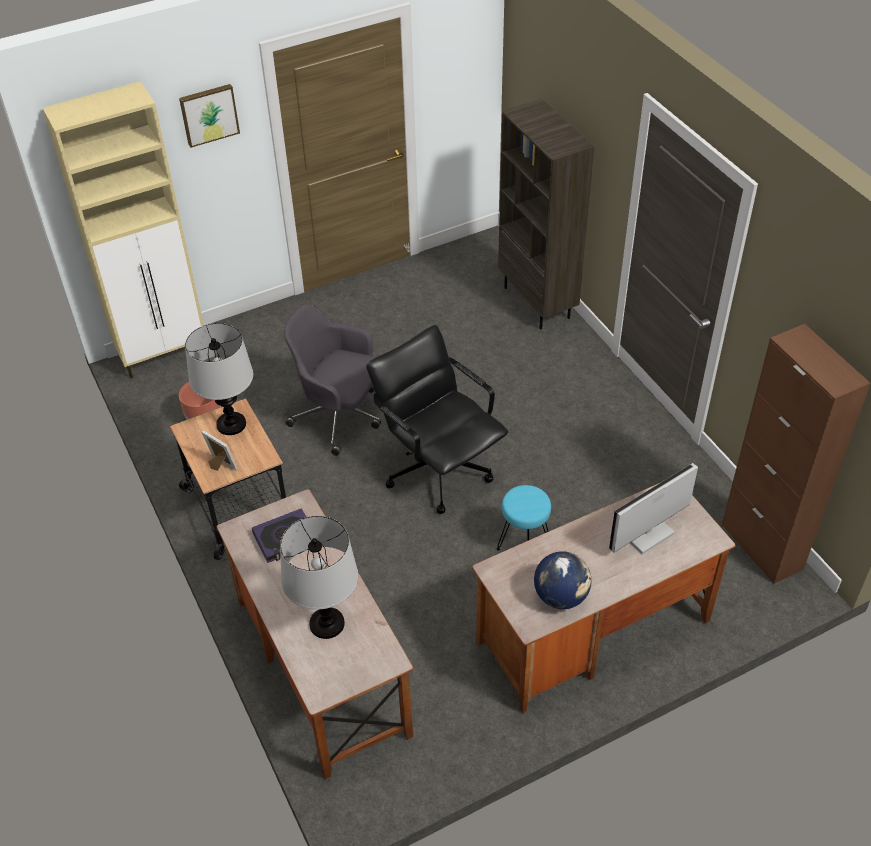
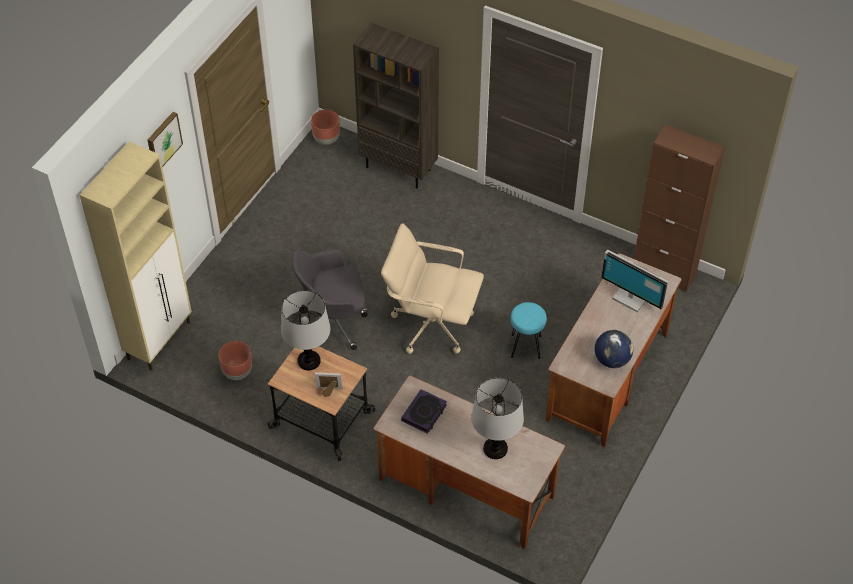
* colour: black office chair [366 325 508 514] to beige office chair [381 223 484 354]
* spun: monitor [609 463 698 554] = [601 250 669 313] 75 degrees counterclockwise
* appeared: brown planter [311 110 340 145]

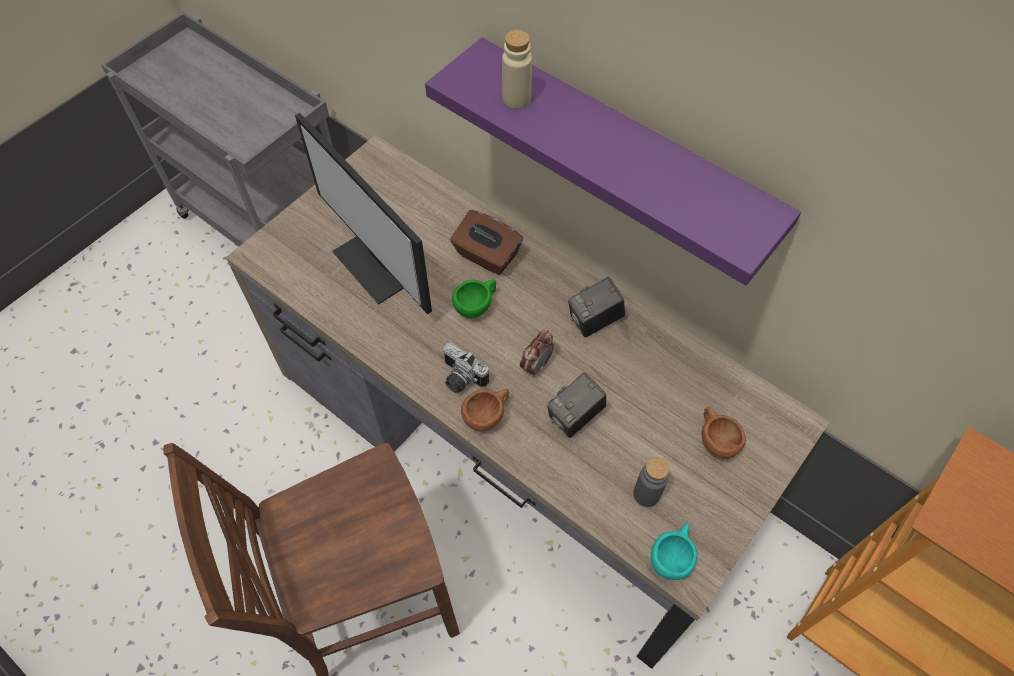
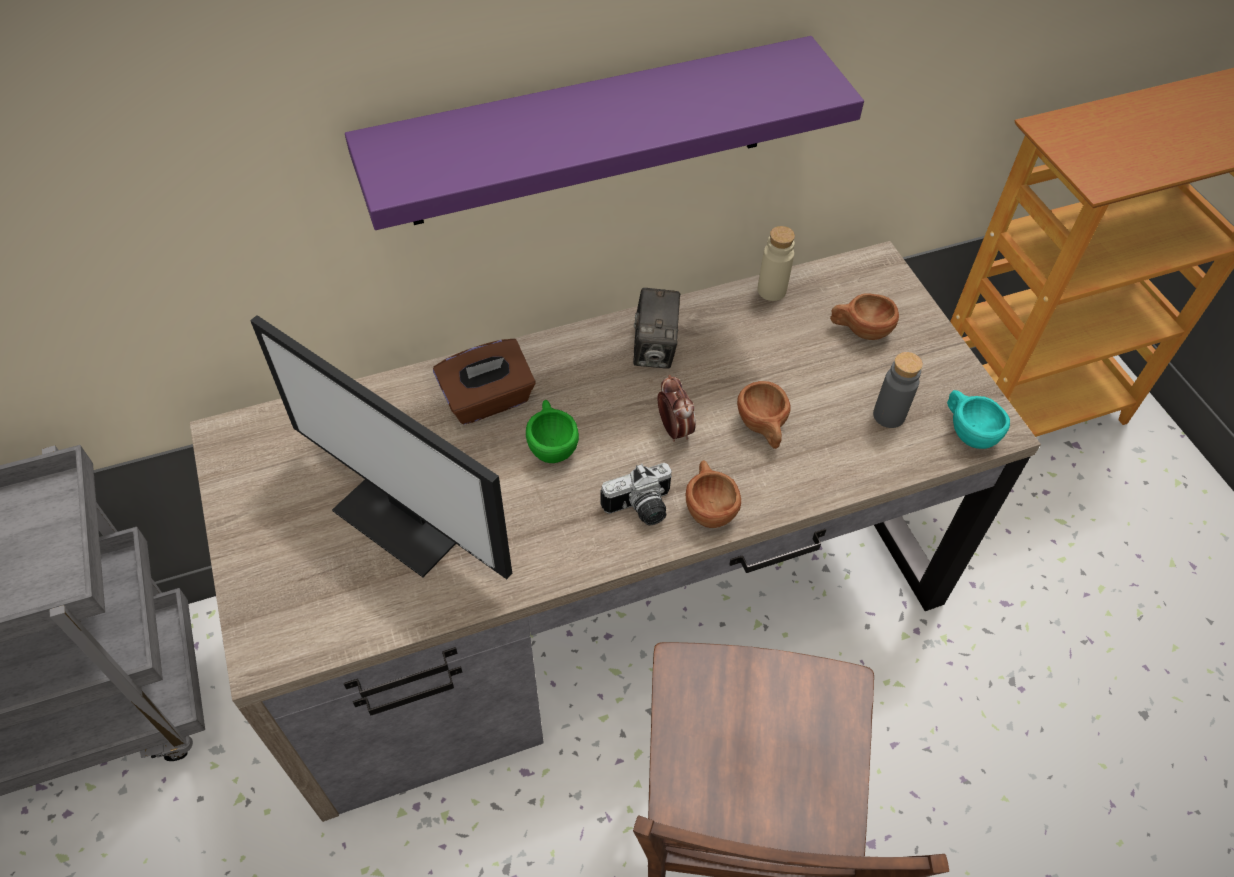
* spun: monitor [295 113 432 314] = [250 315 512 579] 45 degrees clockwise
* relocated: beige bottle [502 30 532 109] to [757 226 795 301]
* exchanged: photo camera [547 372 606 438] to brown cup [737 381 791 449]

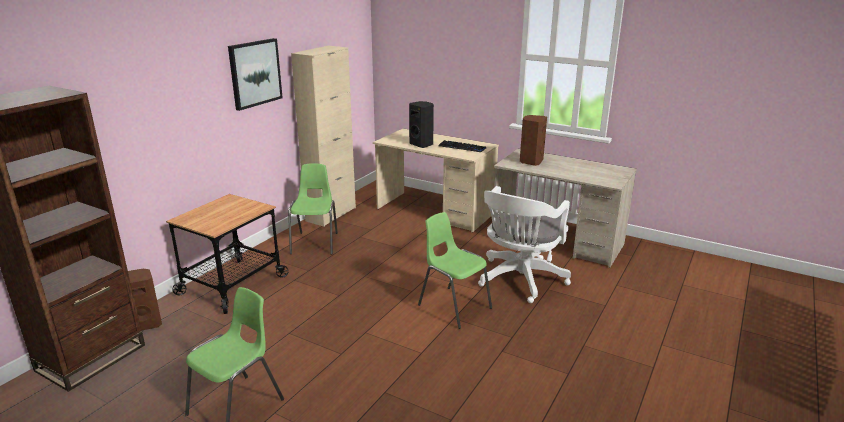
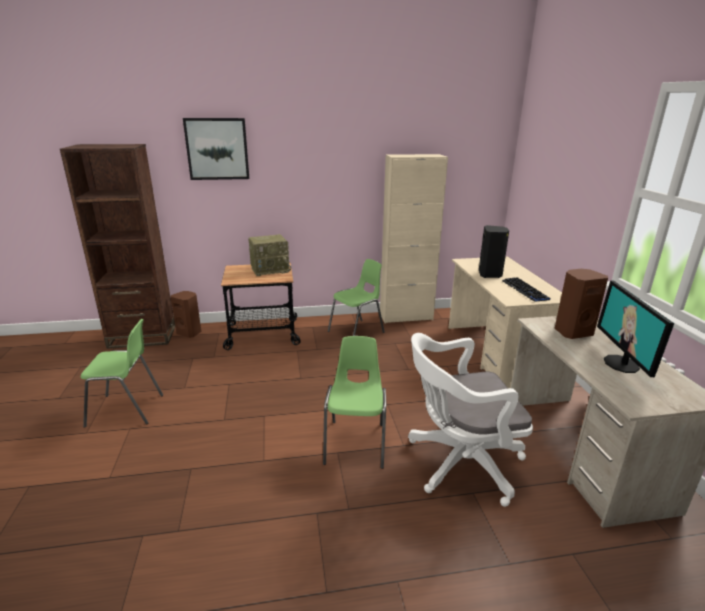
* relocated: picture [228 38 283 111] to [183 118 249 180]
* appeared: radio [248 234 291 276]
* appeared: monitor [597 280 674 377]

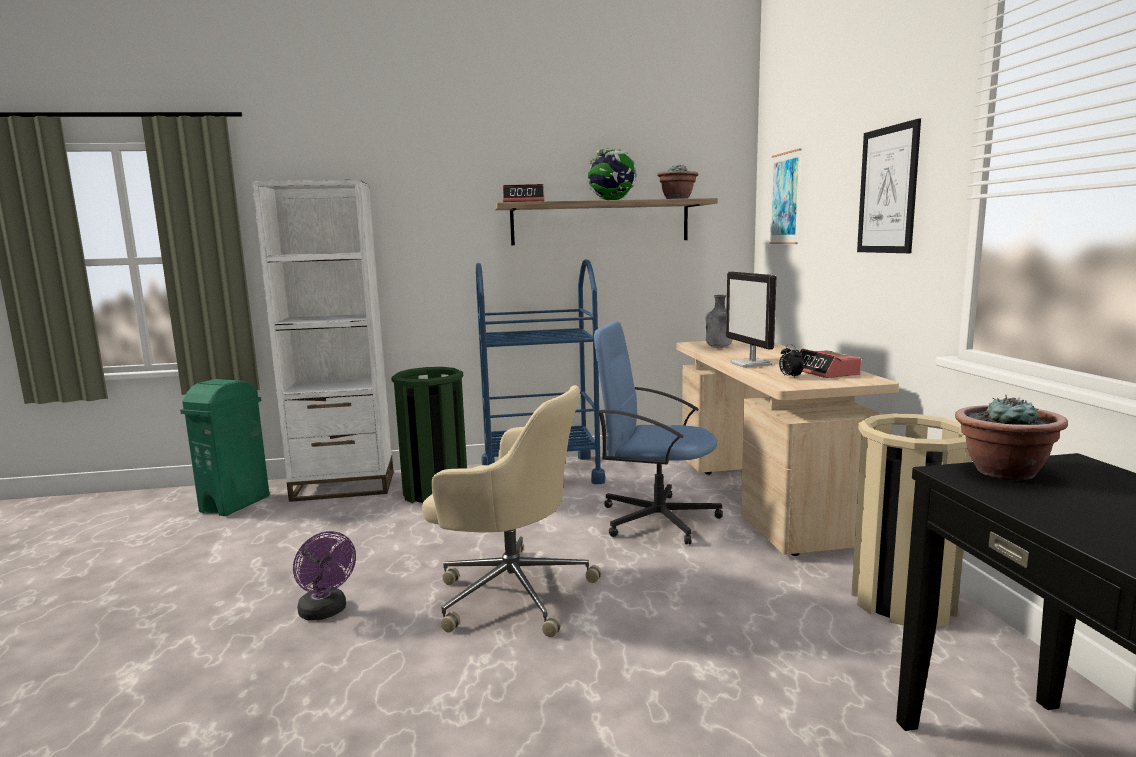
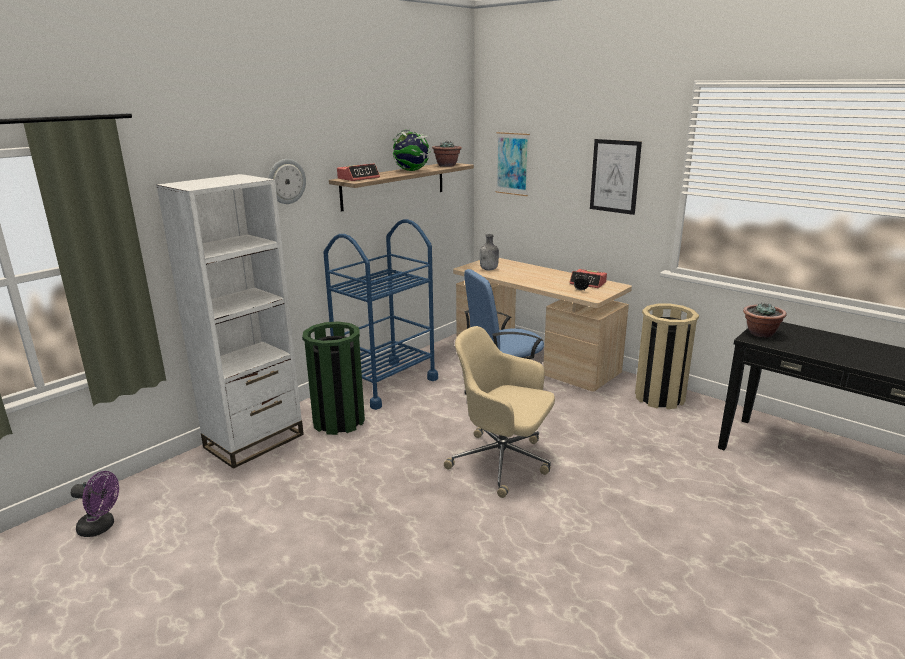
* missing: green trash can [180 379 269 516]
* relocated: purple fan [293 531 356 620] to [71 471 119 537]
* spun: beige office chair [422 385 601 637] = [444 326 555 498] 135 degrees counterclockwise
* missing: monitor [726 272 776 367]
* appeared: wall clock [268 159 306 204]

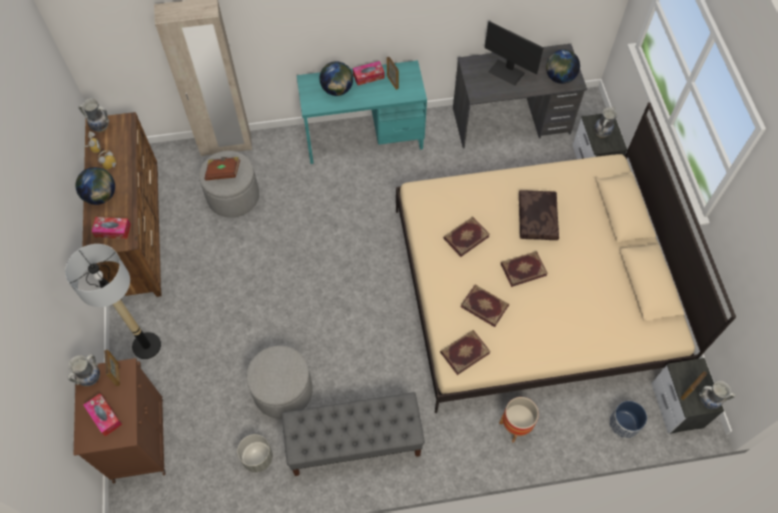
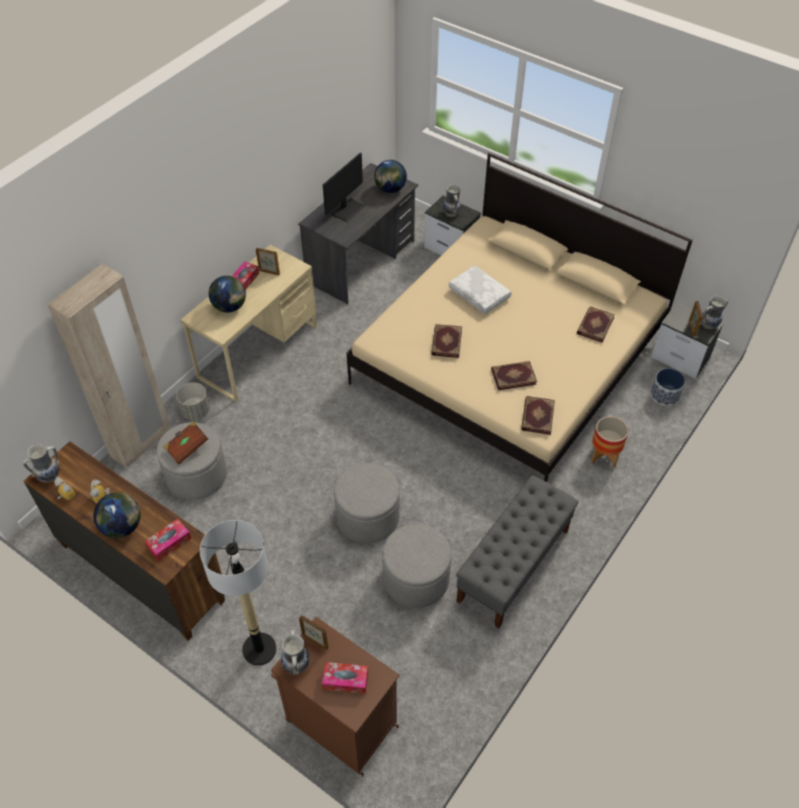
* relocated: grey planter [237 434 273 472] to [176 382 210 420]
* colour: turquoise desk [297 60 427 164] to beige desk [180 245 317 402]
* spun: monitor [485 21 543 86] = [323 153 366 222] 45 degrees counterclockwise
* relocated: book [501 251 548 287] to [577 307 615 342]
* colour: brown pillow [519 190 559 240] to white pillow [449 266 511 314]
* appeared: grey ottoman [334 463 400 543]

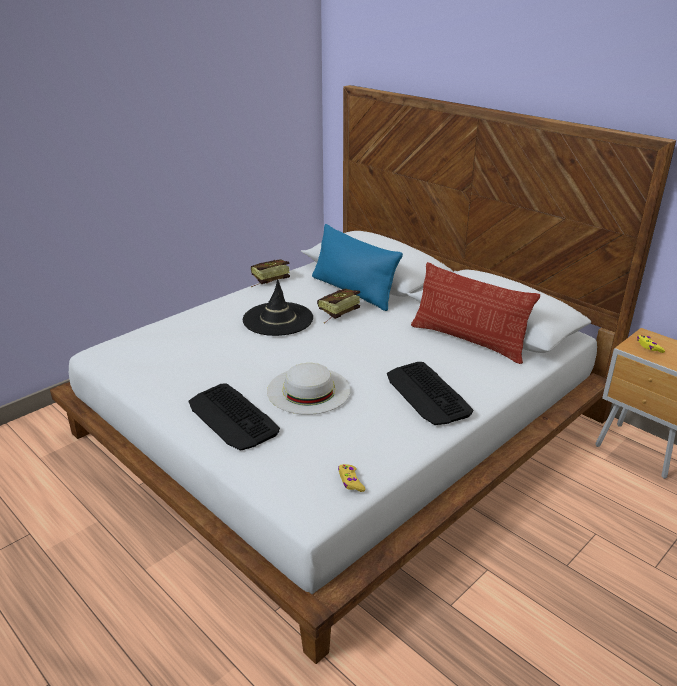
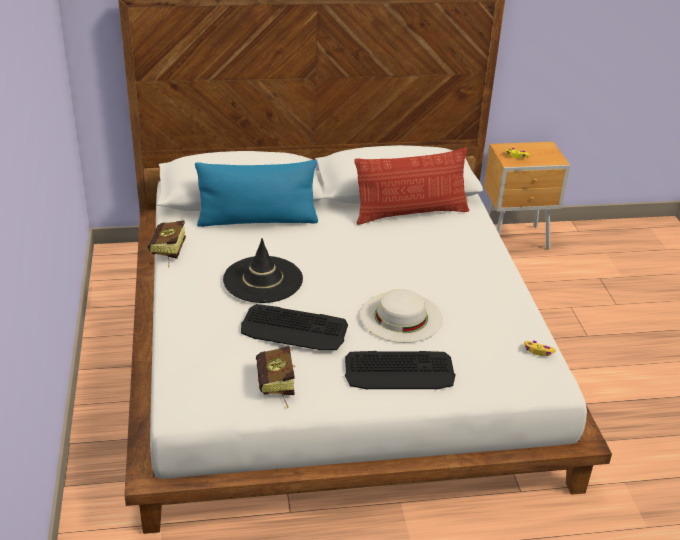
* relocated: book [317 289 360 324] to [256 346 295 408]
* relocated: keyboard [387 362 473 425] to [241 304 348 350]

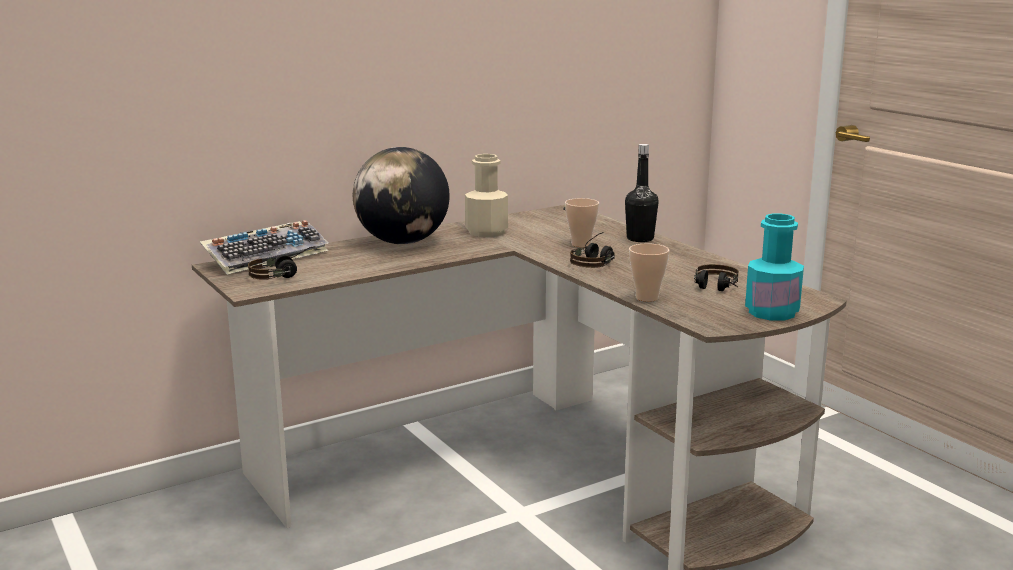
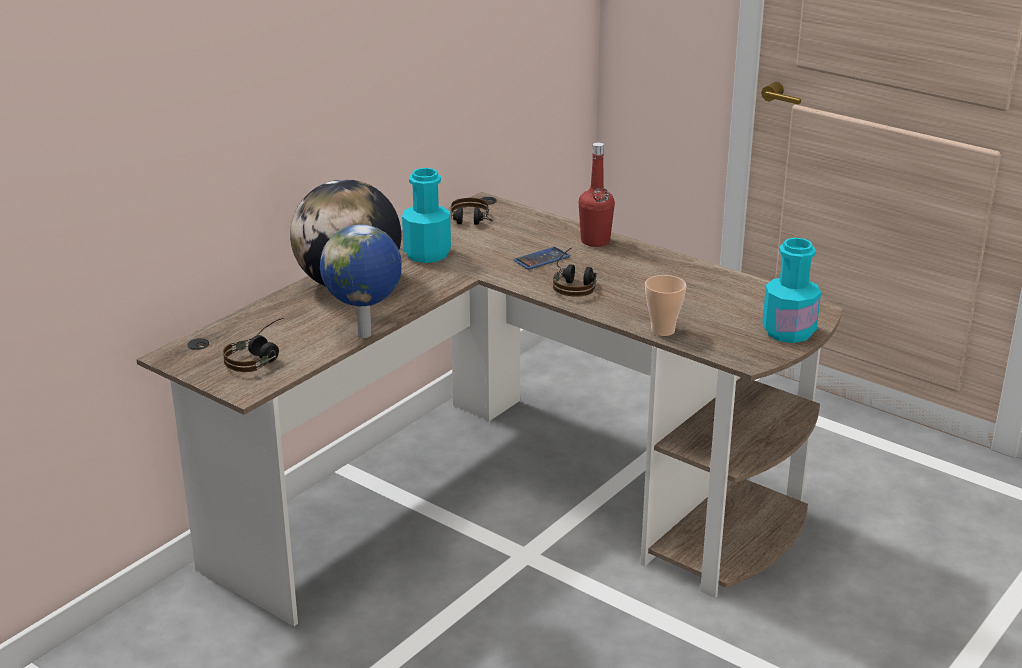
* missing: keyboard [200 220 329 275]
* colour: beige bottle [465 154 508 237] to turquoise bottle [402 168 451 263]
* exchanged: cup [565 198 599 247] to phone [514 247 570 270]
* colour: black bottle [625 144 659 242] to red bottle [579 143 615 247]
* relocated: headphones [694 264 739 291] to [451 198 492 225]
* appeared: globe [320 224 402 338]

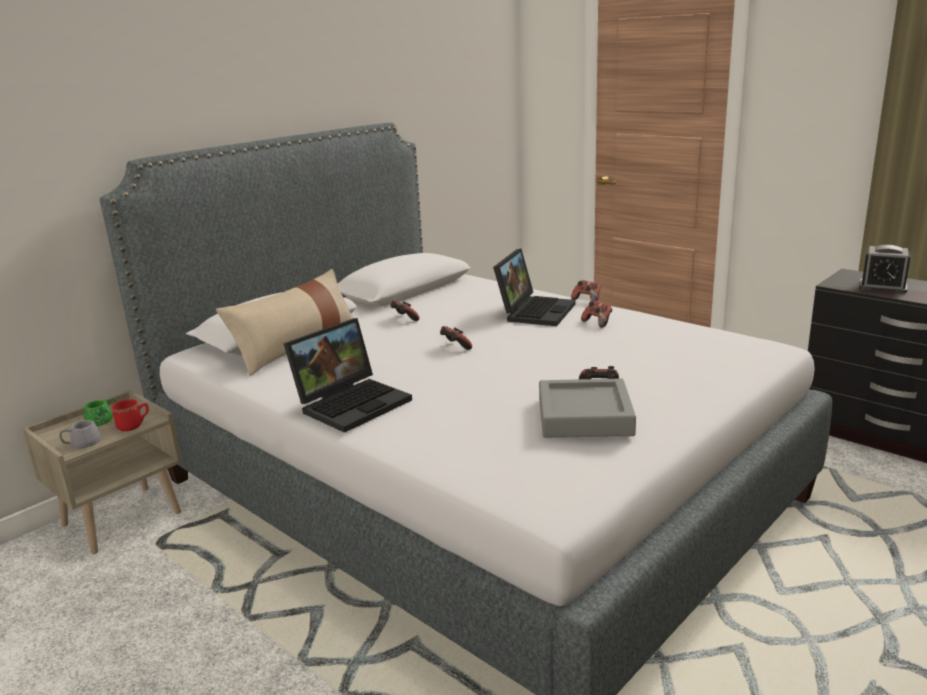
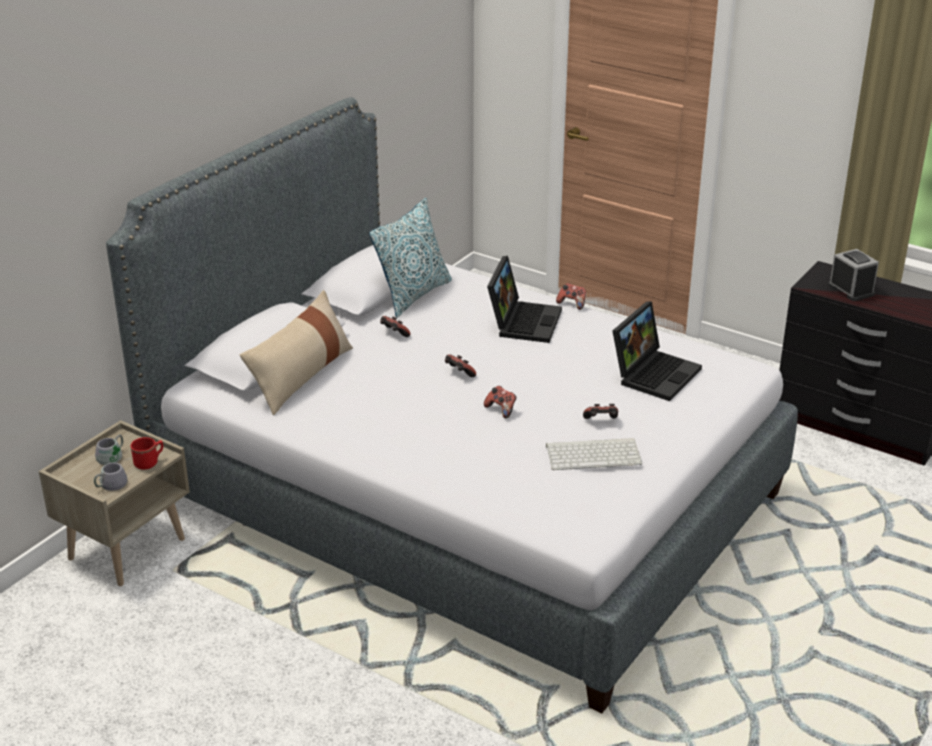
* colour: green mug [84 398 117 426] to grey mug [95 435 131 465]
* relocated: laptop [283 318 412 433] to [612 301 702 401]
* exchanged: grey tray [539 378 636 438] to keyboard [546 438 642 470]
* relocated: game controller [581 301 612 328] to [484 386 516 418]
* spun: alarm clock [859 245 911 293] = [828 249 879 301] 135 degrees counterclockwise
* appeared: pillow [369 198 452 318]

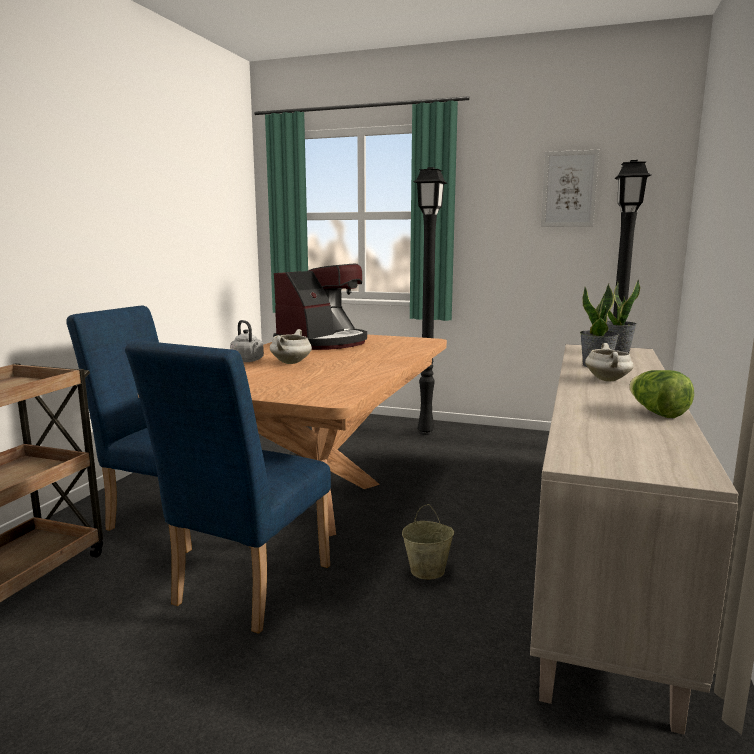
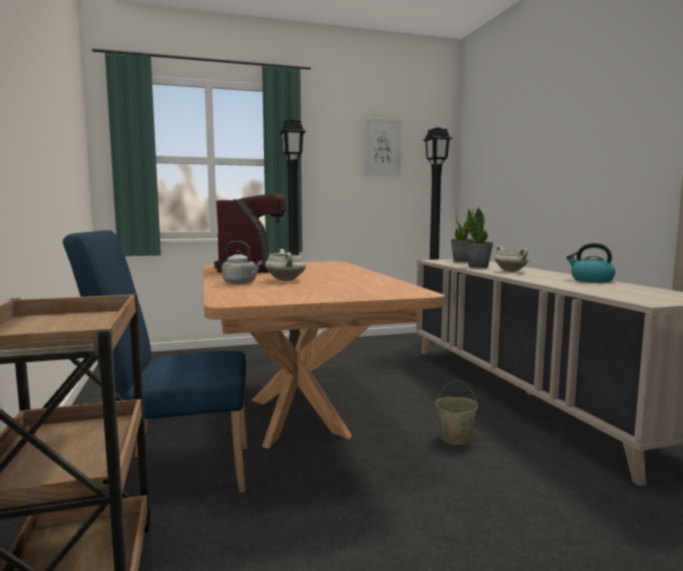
* missing: blue chair [125 340 331 634]
* exchanged: lettuce [629 370 694 418] to kettle [566 243 615 283]

